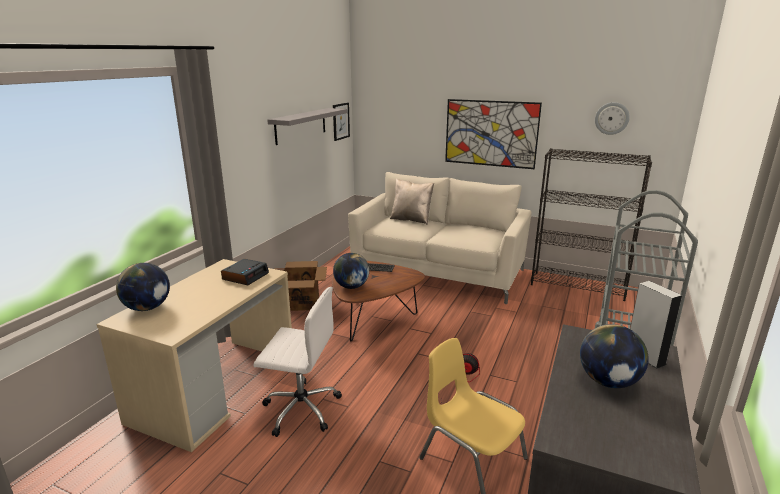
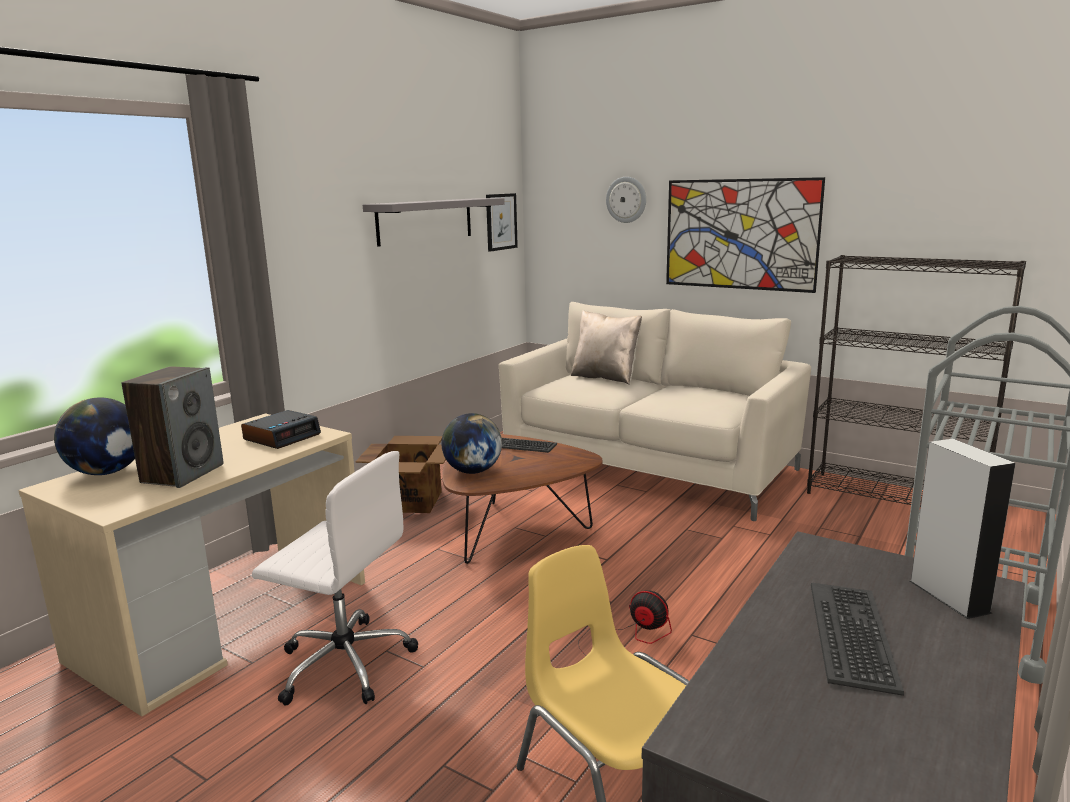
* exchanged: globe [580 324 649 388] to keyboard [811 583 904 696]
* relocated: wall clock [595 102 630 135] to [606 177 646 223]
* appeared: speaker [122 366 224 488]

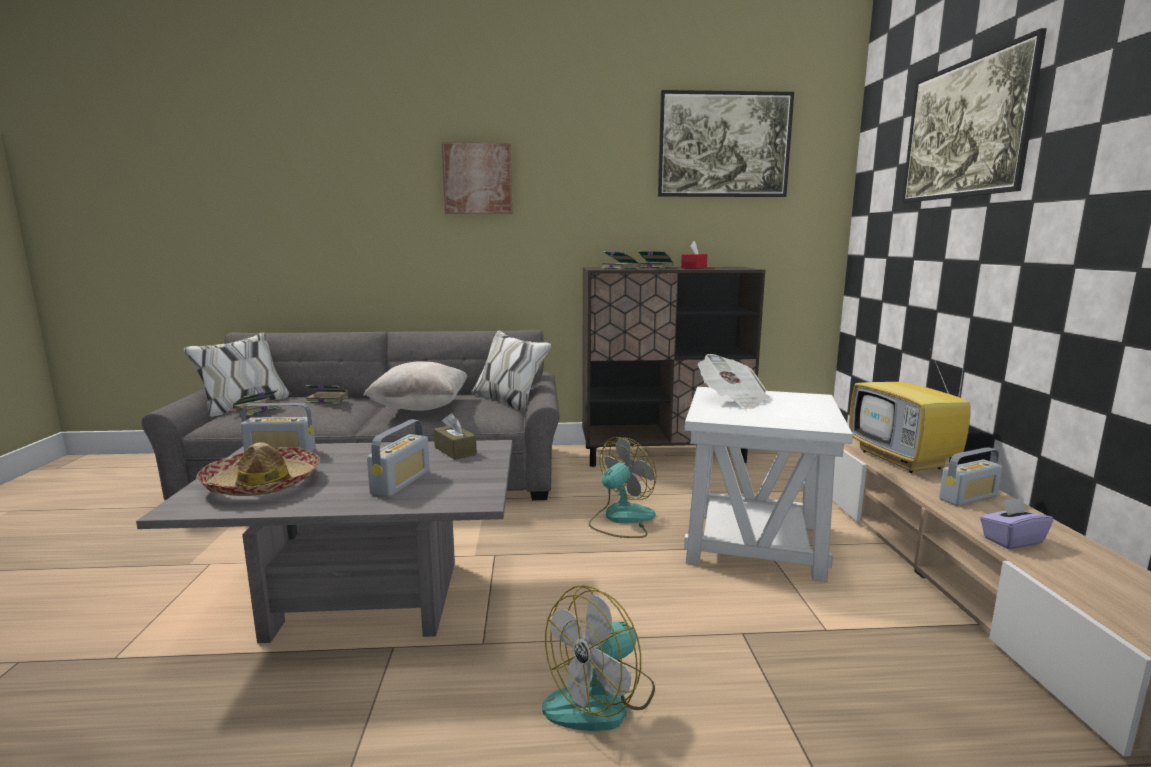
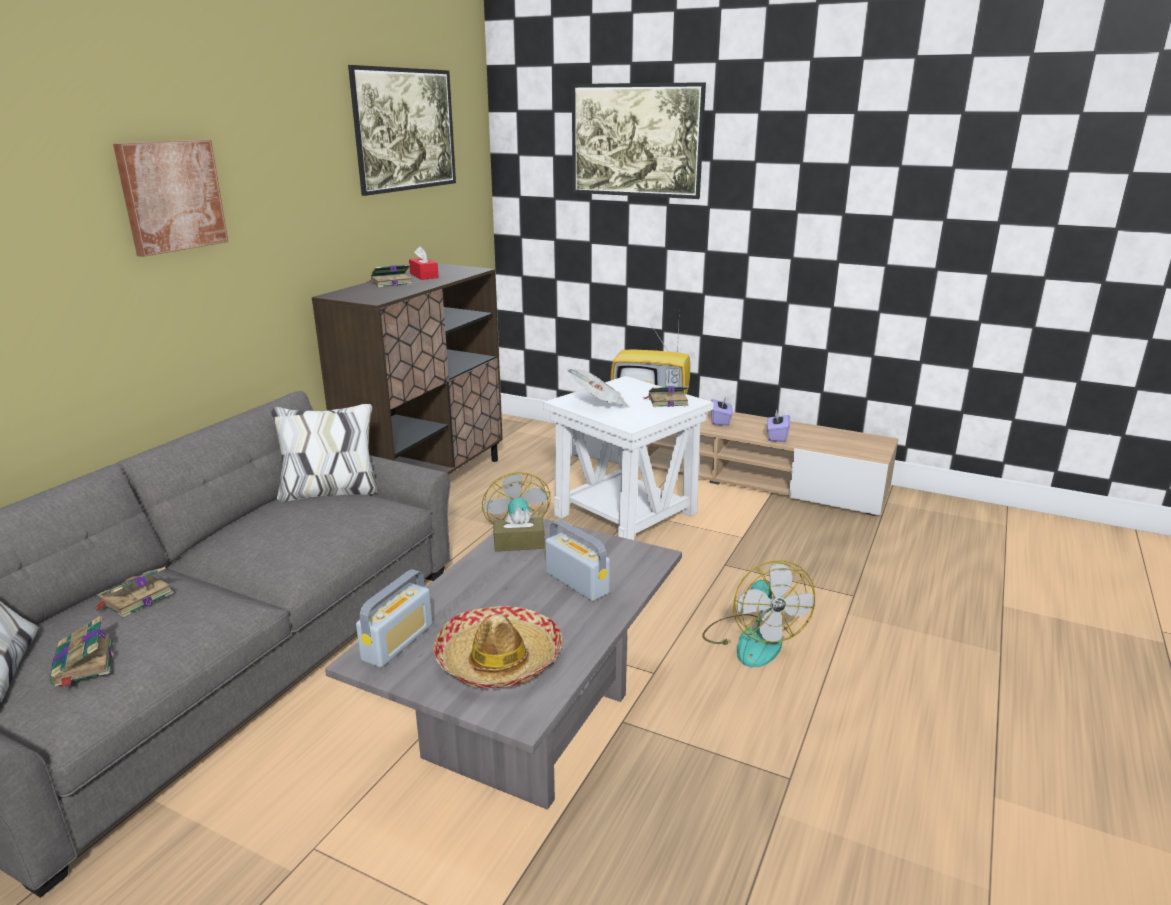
* missing: beige pillow [364 361 468 411]
* relocated: book [601 251 641 269] to [643 386 689 407]
* exchanged: radio [939 447 1002 506] to purple tissue box [711 396 733 426]

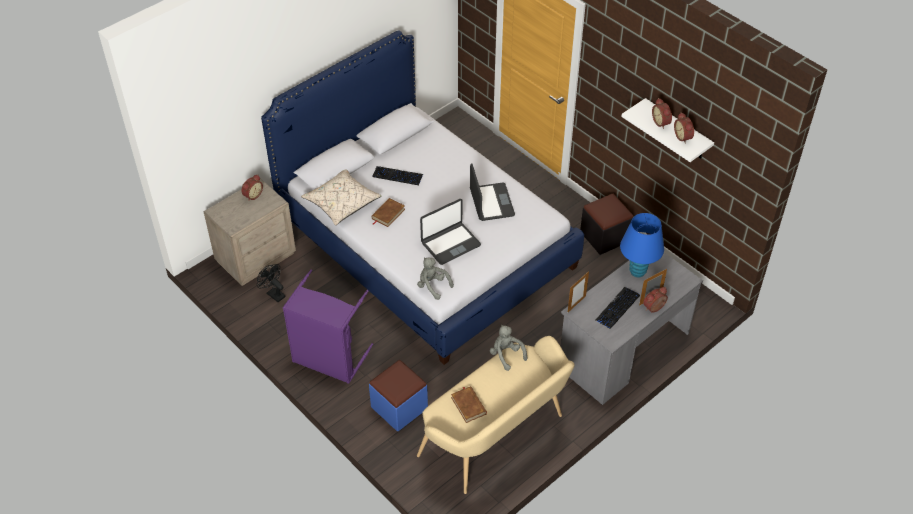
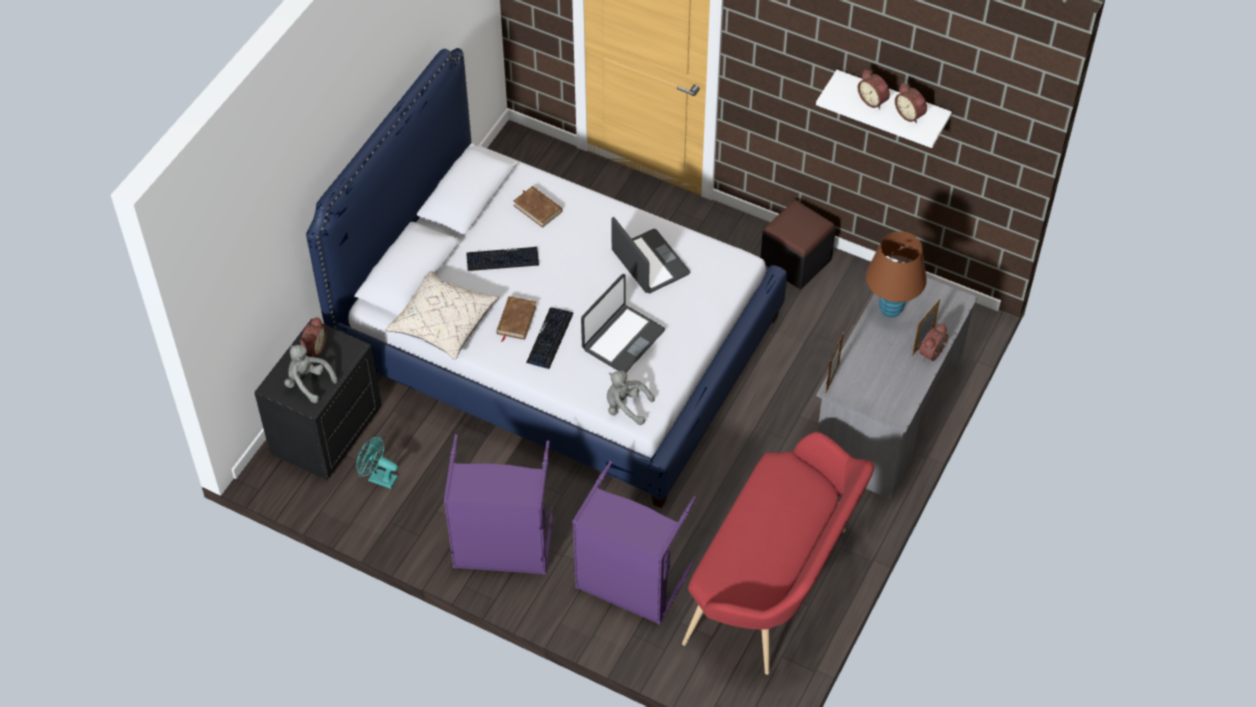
* colour: beige nightstand [203 178 296 286] to black nightstand [254 319 382 480]
* colour: black fan [257 264 286 302] to turquoise fan [356 436 398 489]
* exchanged: blue ottoman [369 360 428 431] to purple laundry basket [572 461 696 625]
* colour: beige bench [417 336 575 494] to red bench [682 432 874 675]
* relocated: brown book [451 386 487 423] to [514 186 562 228]
* relocated: grey plush toy [490 325 527 371] to [284 345 338 403]
* relocated: keyboard [596 287 640 329] to [526 308 573 370]
* colour: blue table lamp [620 213 664 278] to brown table lamp [866 231 927 318]

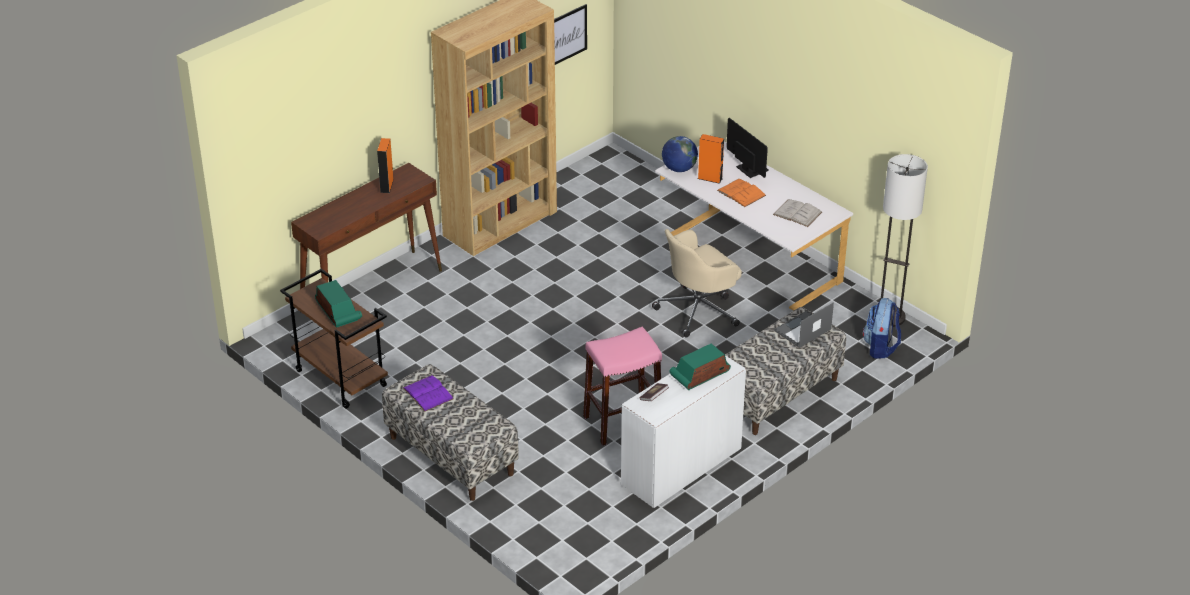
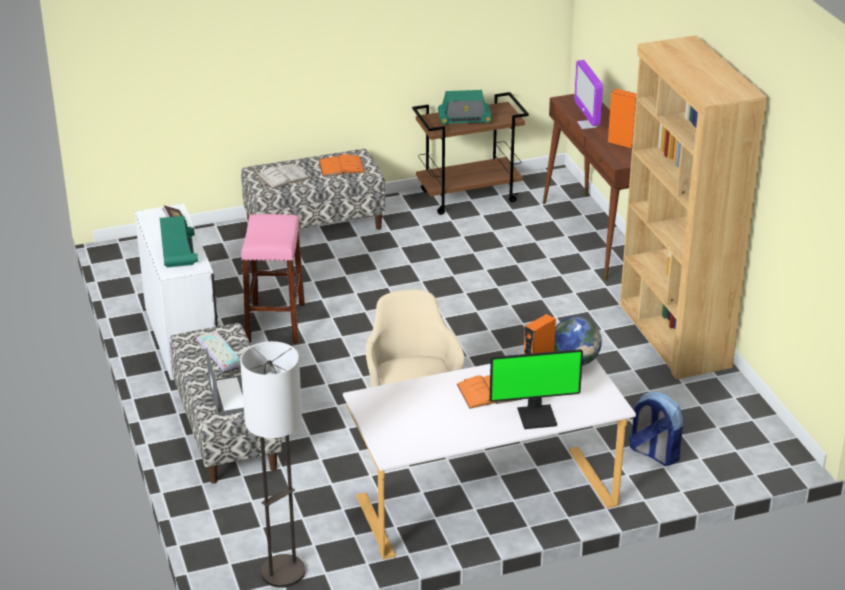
* colour: purple book [403 375 454 411] to orange book [319 154 365 176]
* missing: picture [554 4 587 65]
* relocated: white book [773 199 822 227] to [257 164 310 189]
* relocated: backpack [863 298 901 359] to [629 392 683 466]
* appeared: keyboard [196 331 241 372]
* appeared: monitor [574 60 603 129]

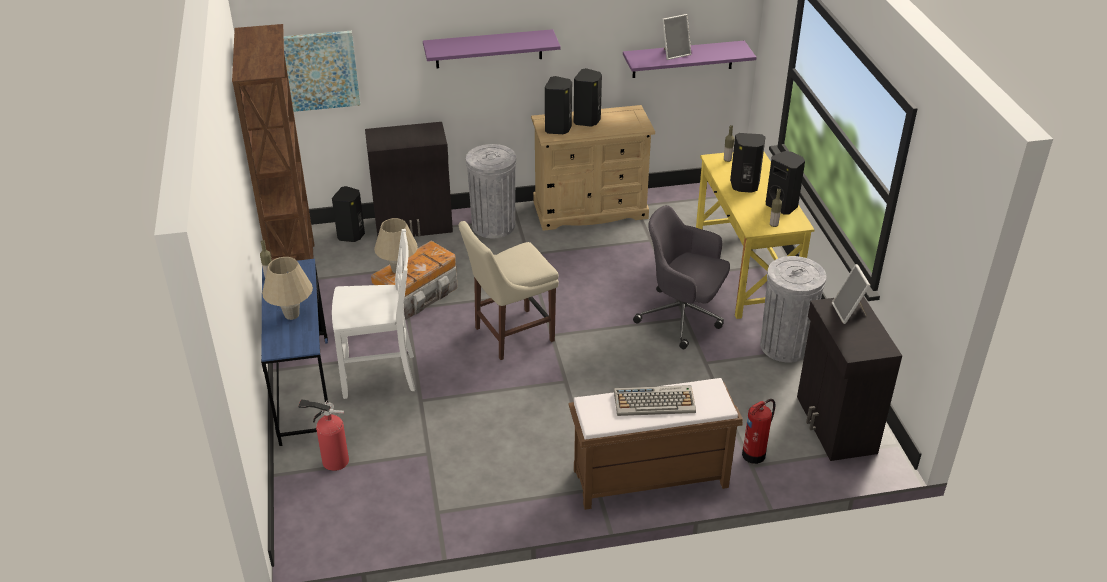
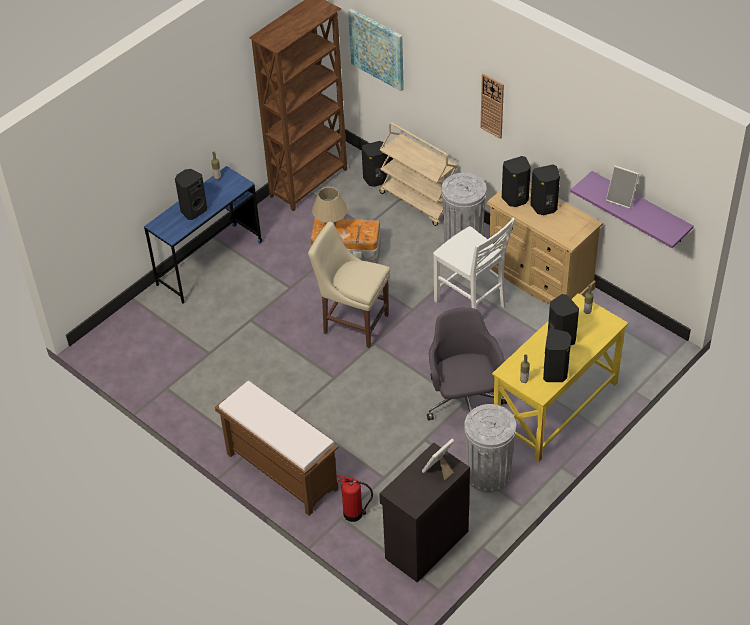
* exchanged: beige table lamp [262 257 313 320] to black speaker [175 169 207 220]
* missing: fire extinguisher [298 399 349 471]
* relocated: white chair [332 229 415 399] to [433 218 515 309]
* exchanged: black cabinet [365 122 453 237] to beige cart [379 122 457 226]
* exchanged: purple shelf [423 29 561 68] to wall clock [480 73 504 139]
* missing: keyboard [614 385 696 416]

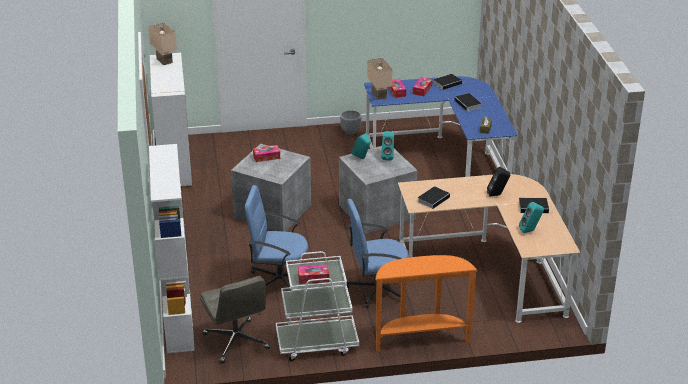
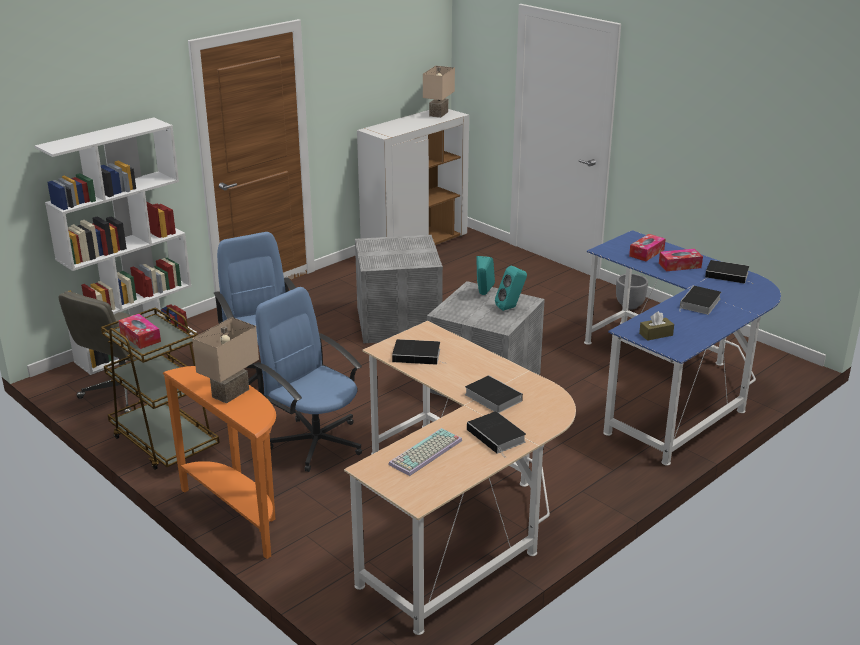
* missing: tissue box [253 145 280 162]
* colour: white cart [276 251 359 361] to brown cart [101 307 220 470]
* relocated: beige table lamp [367 58 393 100] to [192 317 259 404]
* exchanged: black speaker [487 167 510 196] to book [465 375 523 413]
* exchanged: turquoise speaker [519 202 544 233] to keyboard [388 428 462 476]

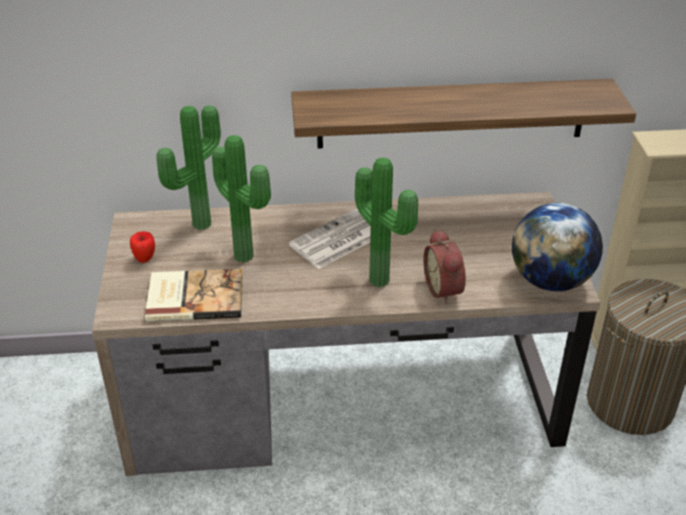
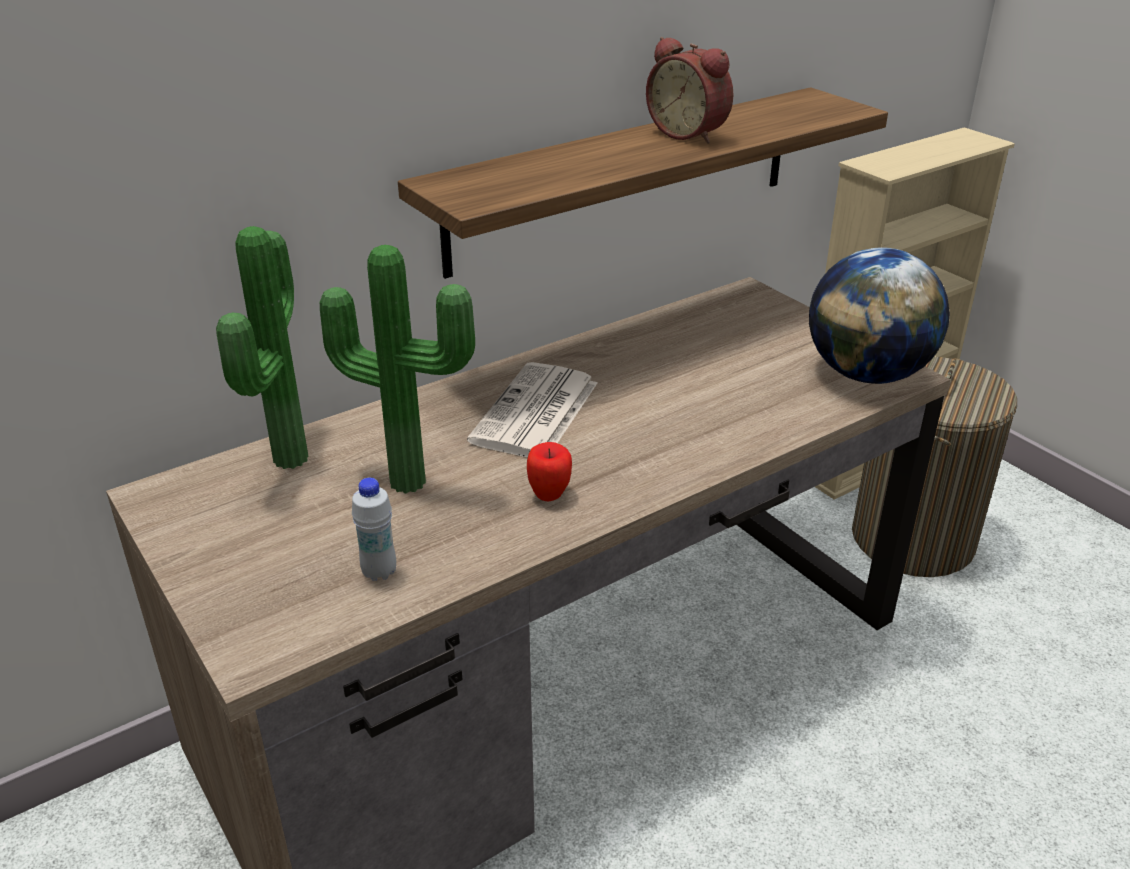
* relocated: apple [130 231 155 263] to [527 442 572 501]
* exchanged: book [145 269 243 322] to white bottle [352 477 396 581]
* missing: potted plant [355 157 418 287]
* relocated: alarm clock [423 229 466 304] to [646 37 733 144]

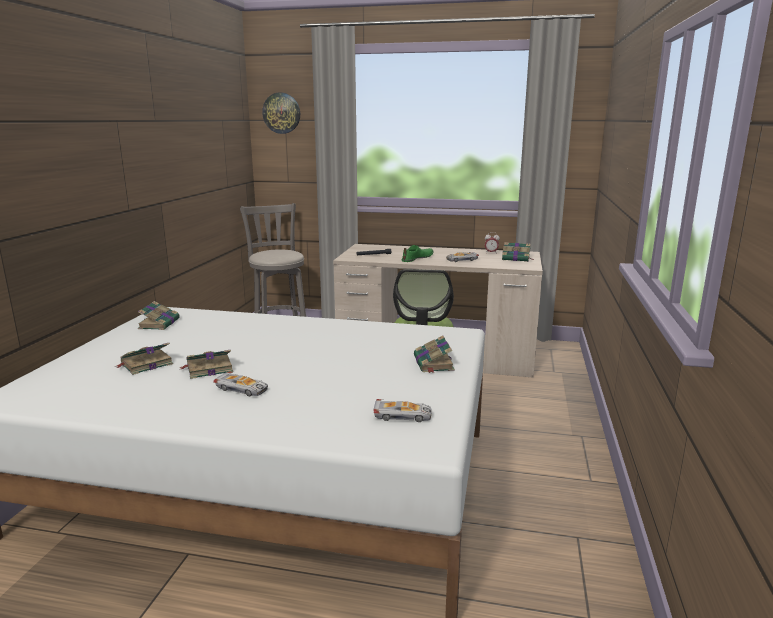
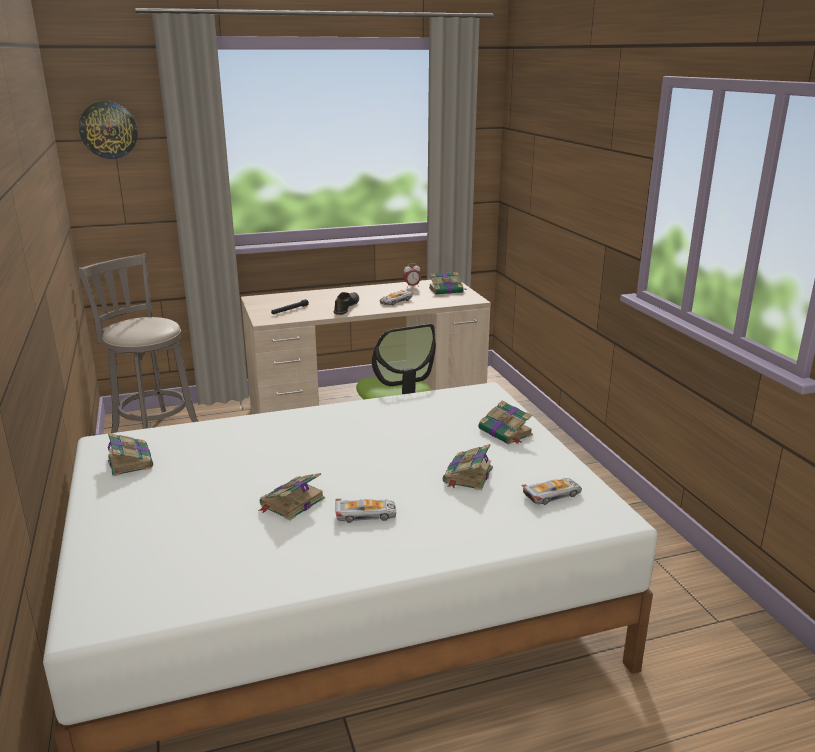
* relocated: book [117 343 173 375] to [443 444 493 490]
* colour: green shoe [401 245 434 262] to black shoe [334 292 359 315]

